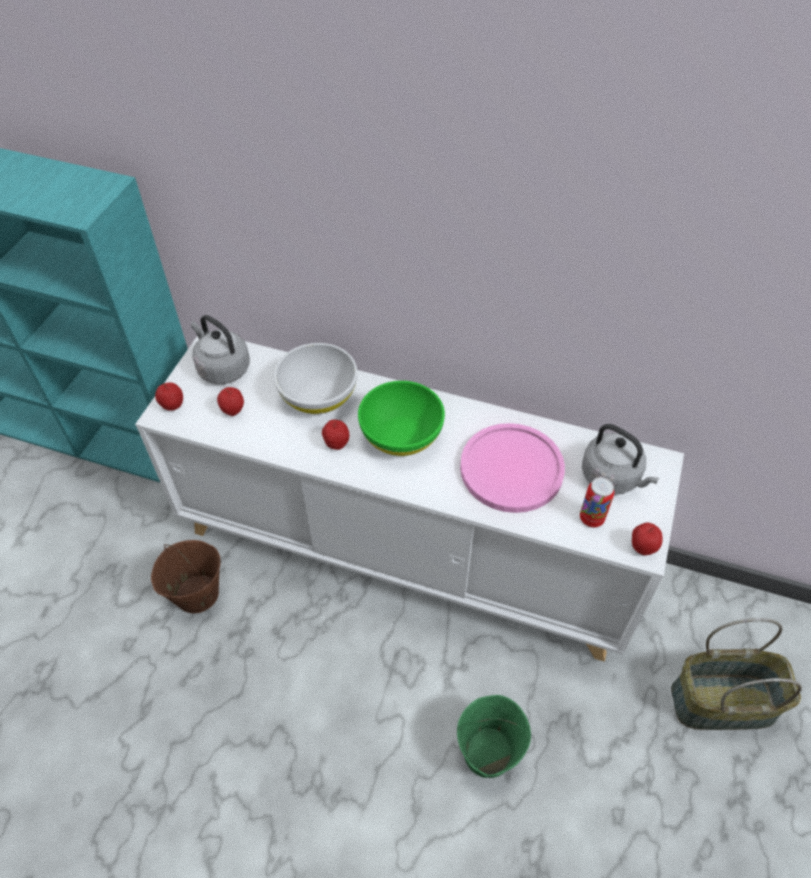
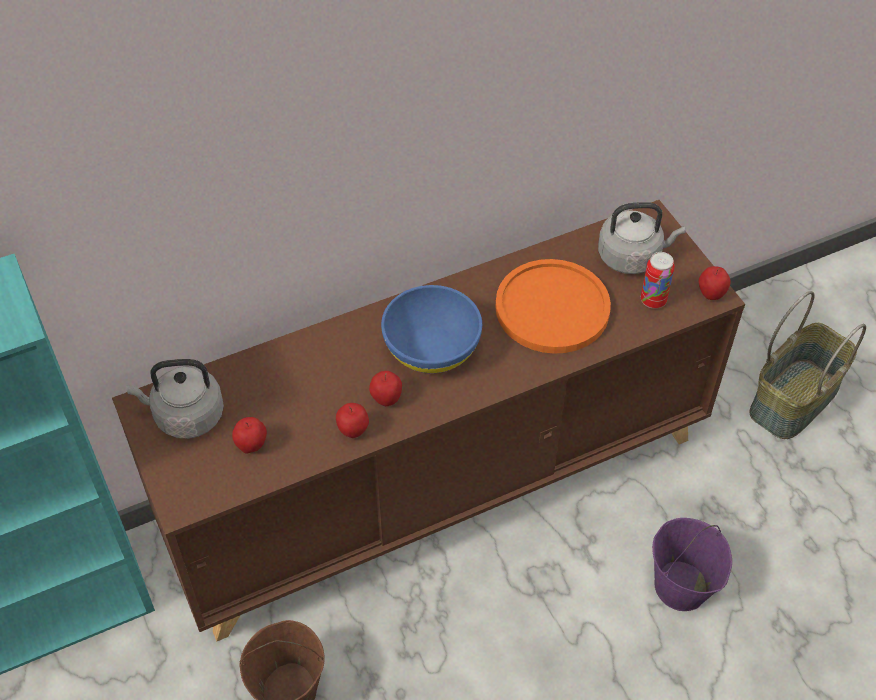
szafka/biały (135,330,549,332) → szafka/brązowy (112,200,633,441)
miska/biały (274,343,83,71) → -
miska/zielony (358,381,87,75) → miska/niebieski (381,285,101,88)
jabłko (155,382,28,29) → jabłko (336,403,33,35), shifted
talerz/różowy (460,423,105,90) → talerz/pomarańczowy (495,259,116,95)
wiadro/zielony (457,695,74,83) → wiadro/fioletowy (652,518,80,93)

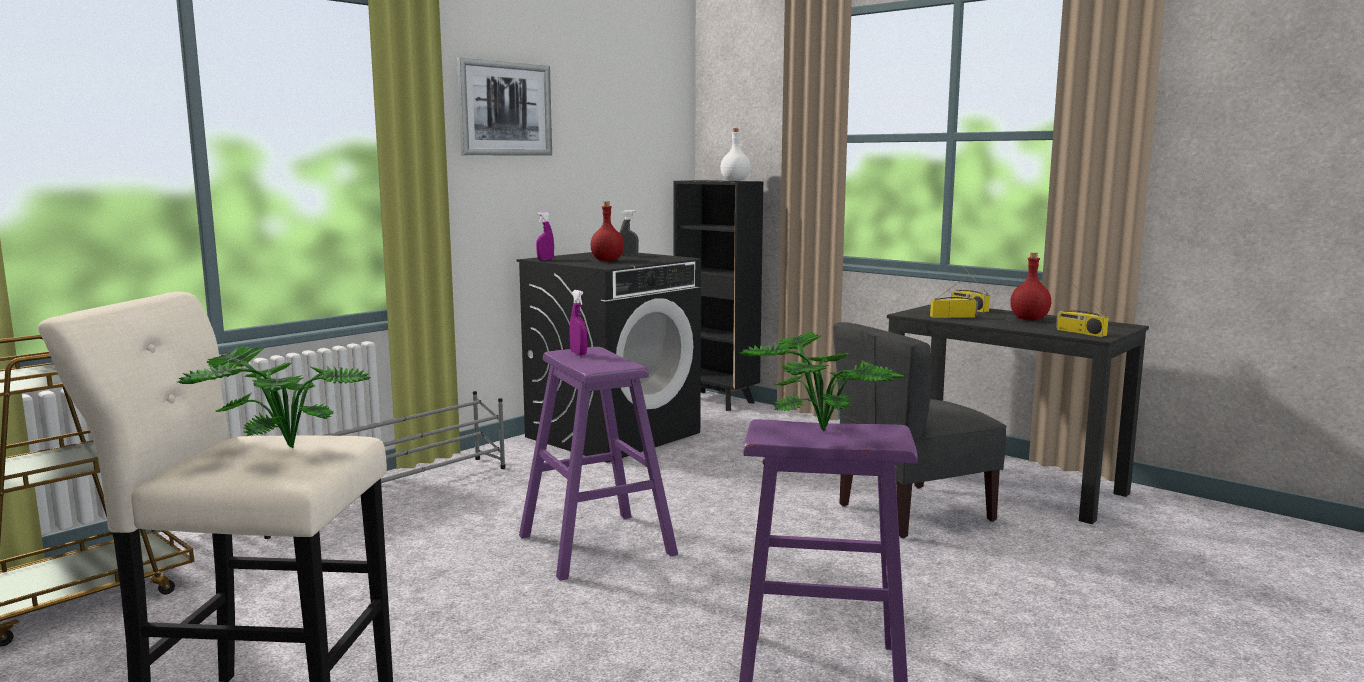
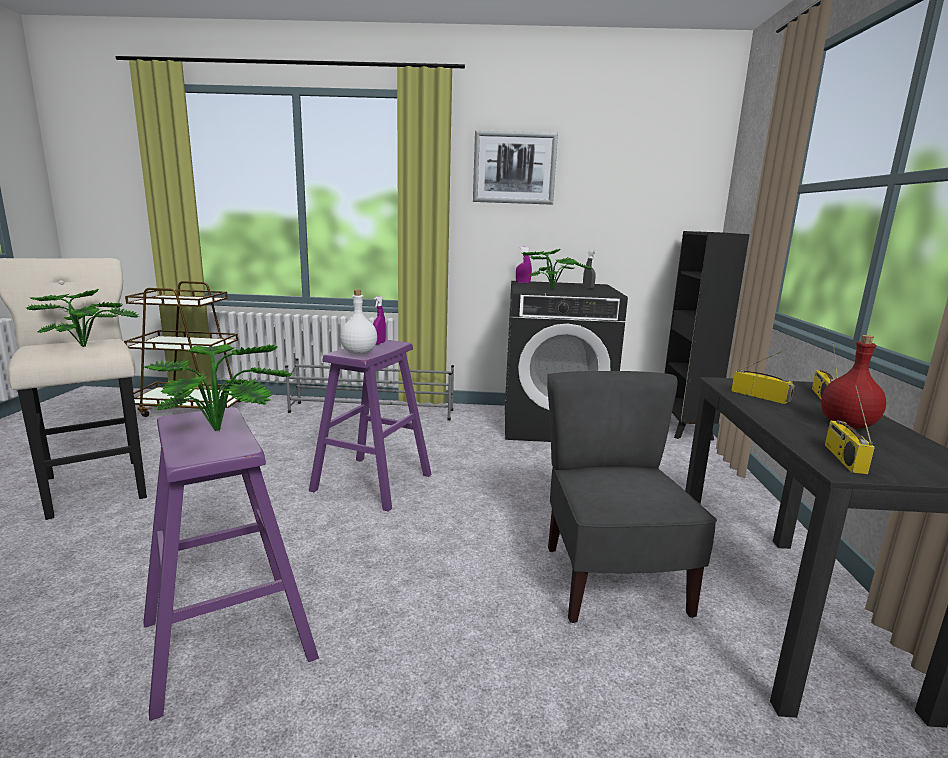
butelka/biały (720,128,31,53) → butelka/biały (340,290,37,64), shifted
butelka/czerwony (590,202,34,59) → roślina doniczkowa (522,249,70,40)
krzesło/szary (833,322,174,216) → krzesło/szary (547,371,170,252), 60 degrees clockwise

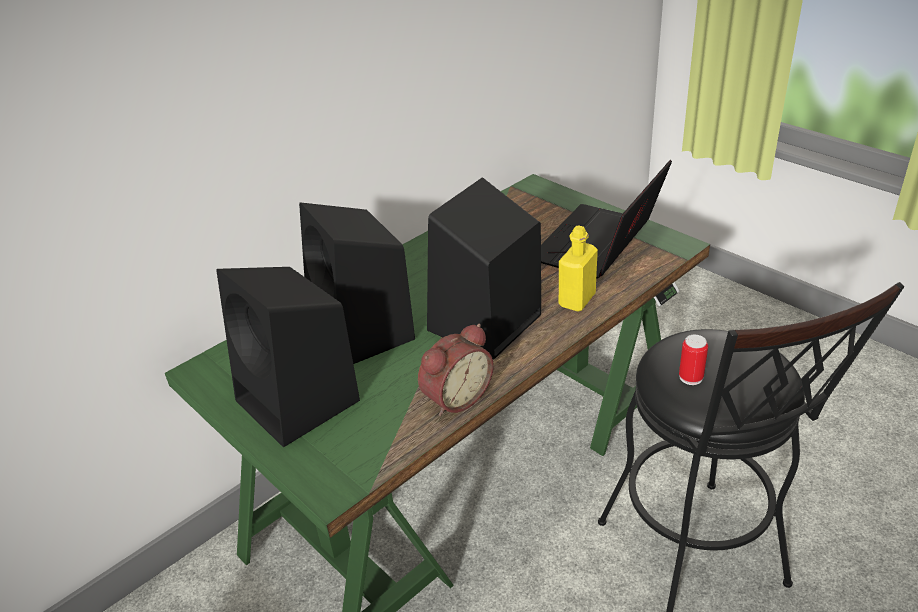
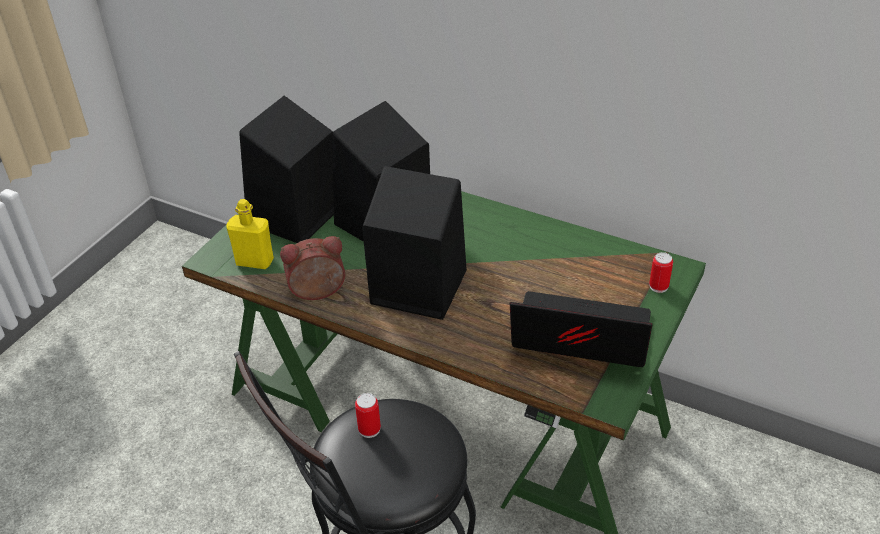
butelka/żółty (559,225,39,86) → butelka/żółty (227,199,47,70), shifted
budzik (418,324,76,92) → budzik (280,236,65,64), 135 degrees clockwise
- → puszka (649,252,24,41)

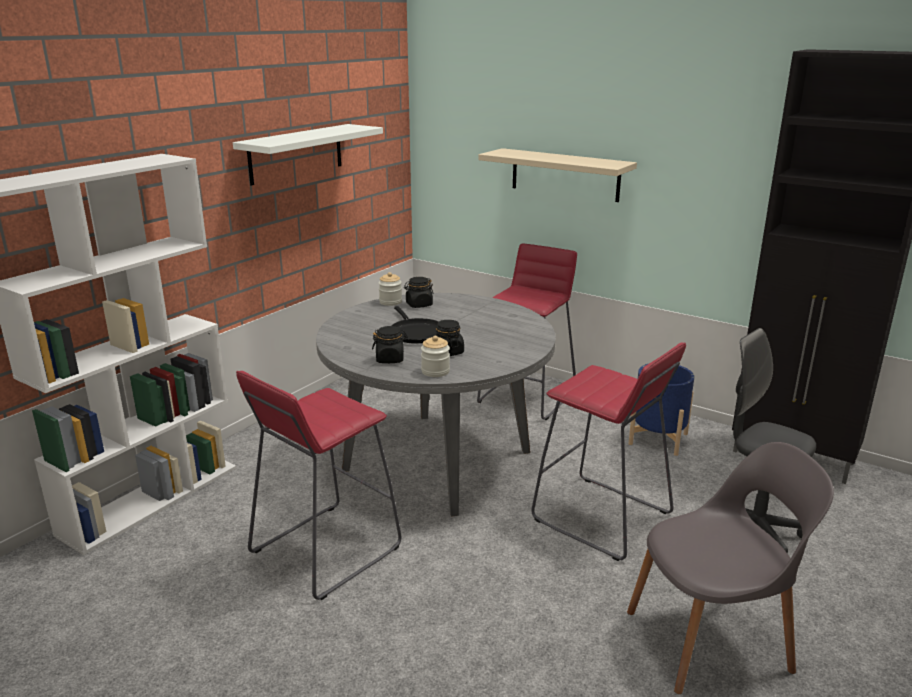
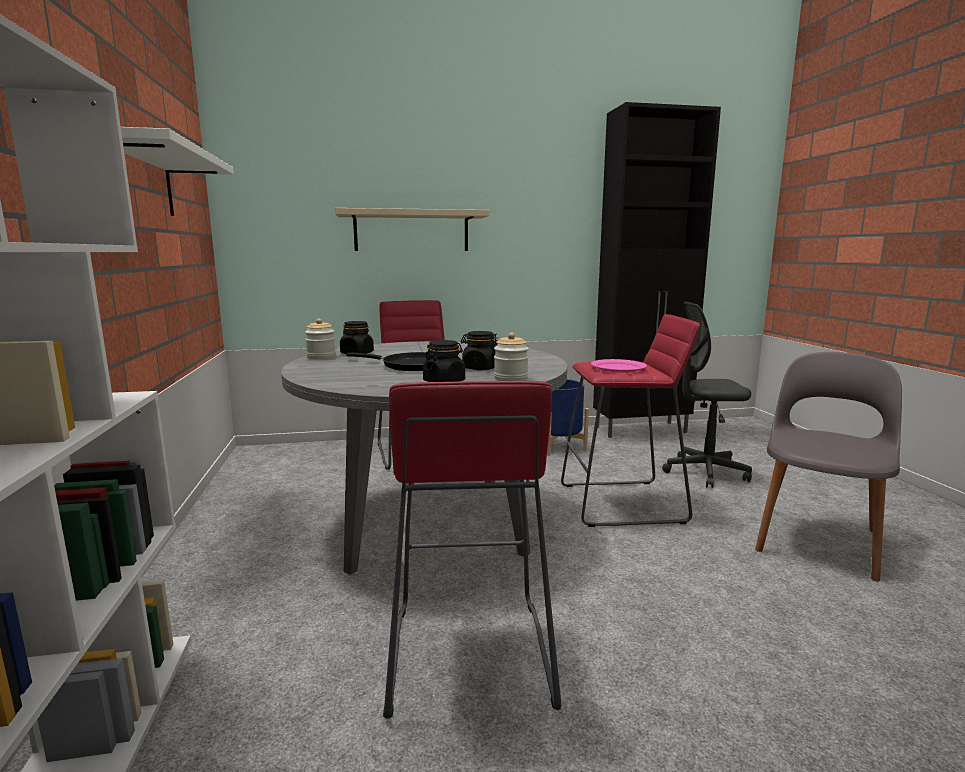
- → talerz/różowy (591,359,56,14)

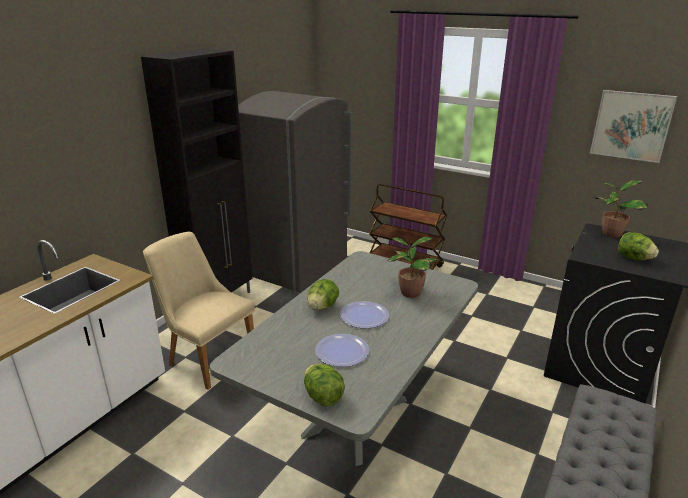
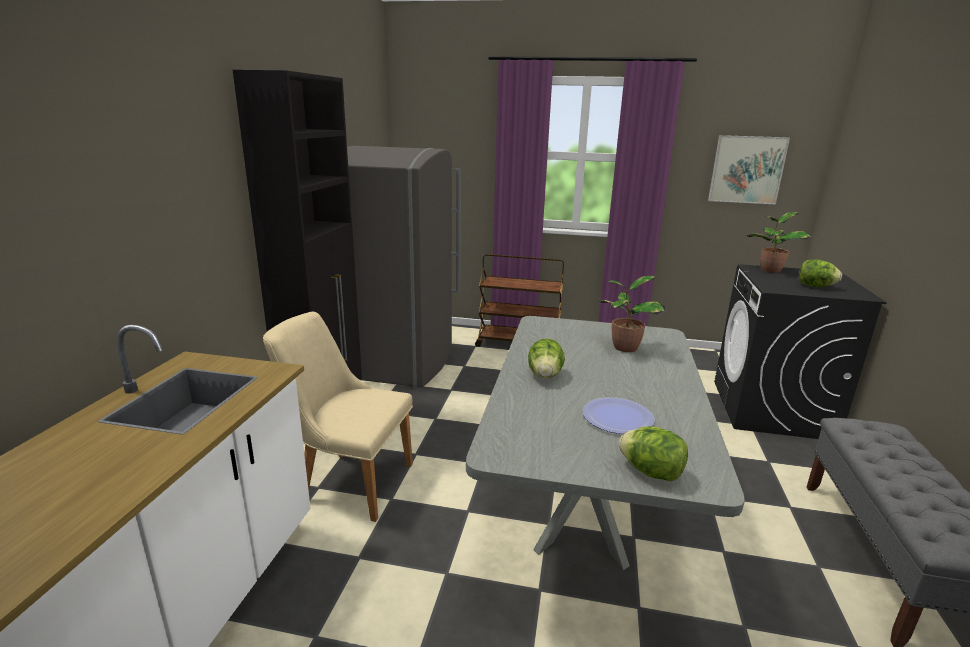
talerz (340,301,49,27) → -

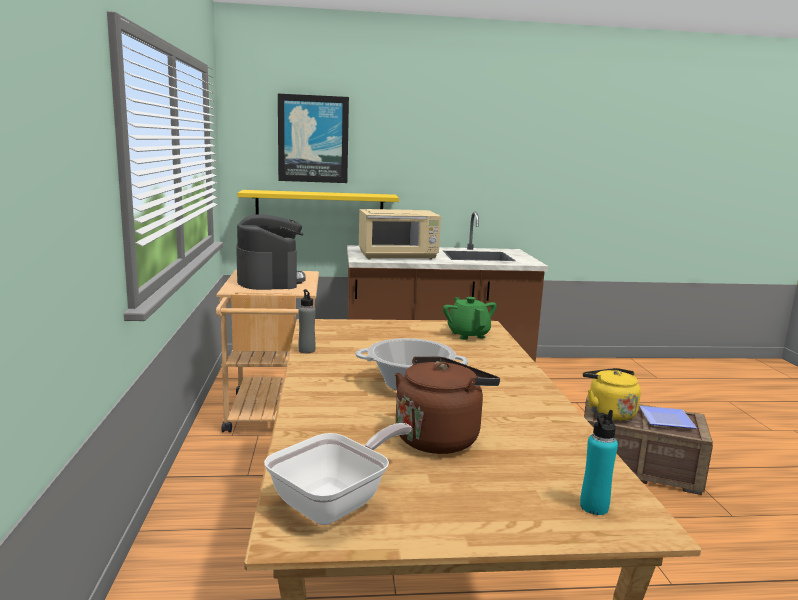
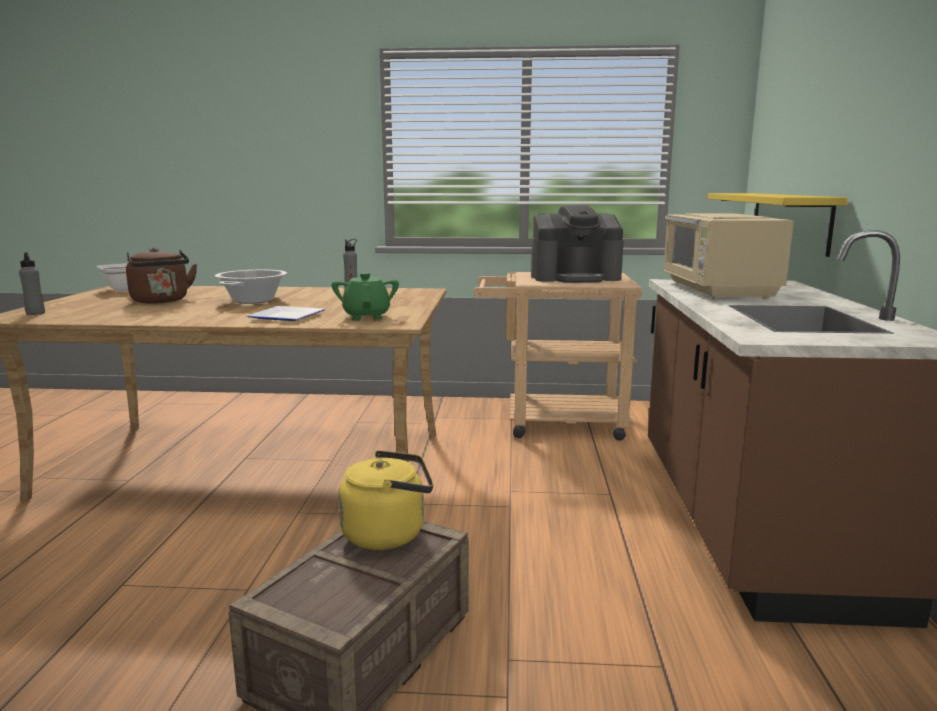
obraz (278,94,71,89) → -
imbryk/zielony (443,297,54,43) → imbryk/zielony (332,273,67,47), 90 degrees counterclockwise
talerz (639,406,58,23) → talerz (247,306,78,15), shifted
butelka/turkusowy (580,410,38,105) → butelka/szary (19,252,26,63)

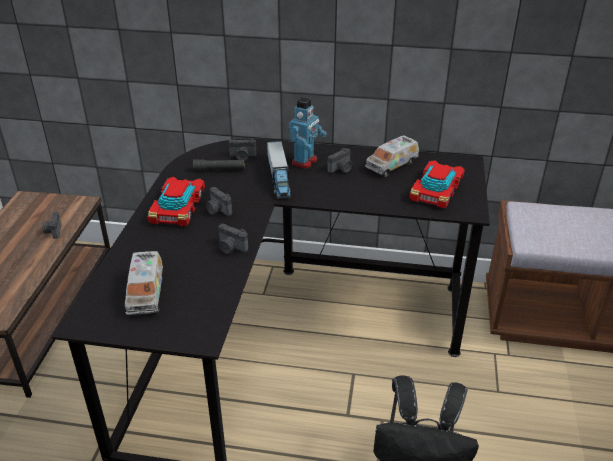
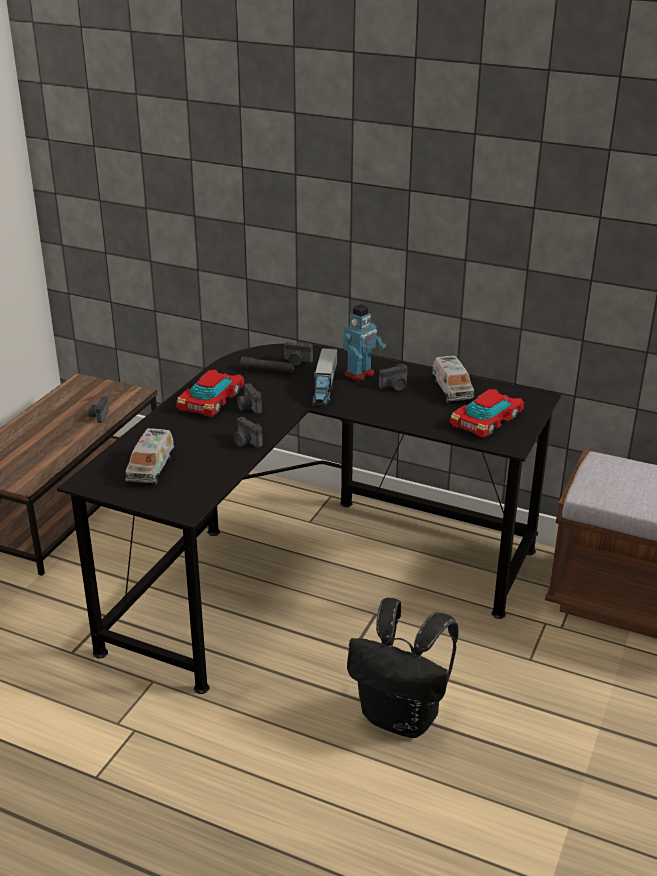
ciężarówka zabawkowa (365,135,54,42) → ciężarówka zabawkowa (432,356,42,47), 75 degrees counterclockwise

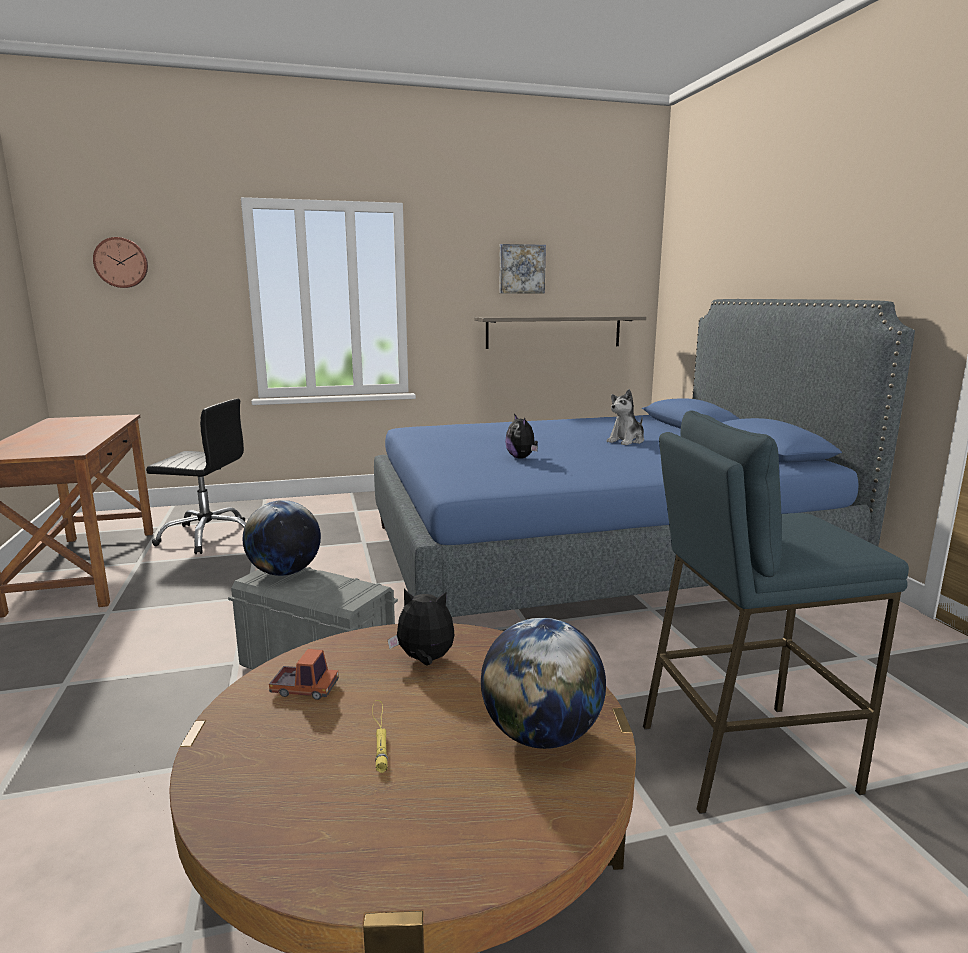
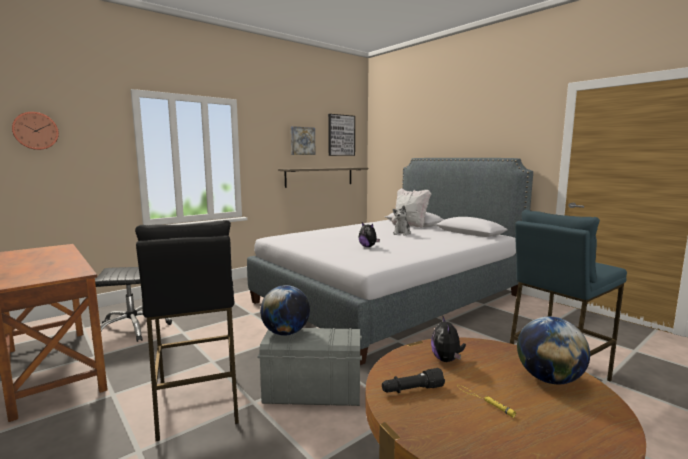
łóżko/niebieski (374,299,541,318) → łóżko/szary (247,158,286,207)
pluszak (388,589,66,76) → pluszak (431,315,35,47), 75 degrees counterclockwise
ciężarówka zabawkowa (269,649,70,51) → latarka/czarny (382,368,63,25)
- → obraz (328,114,27,42)
- → poduszka/biały (391,188,40,40)
- → stołek/czarny (135,220,104,221)

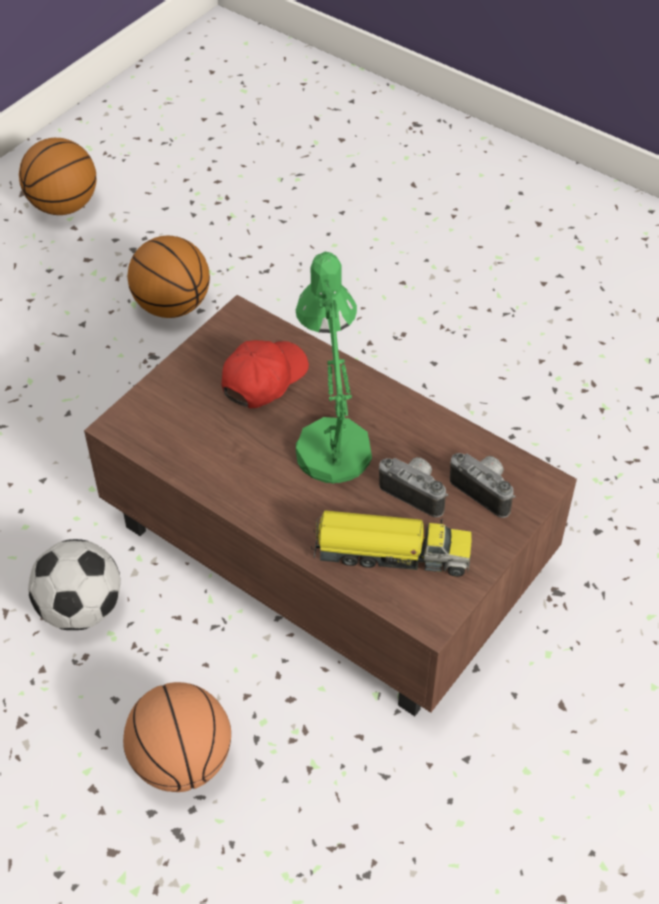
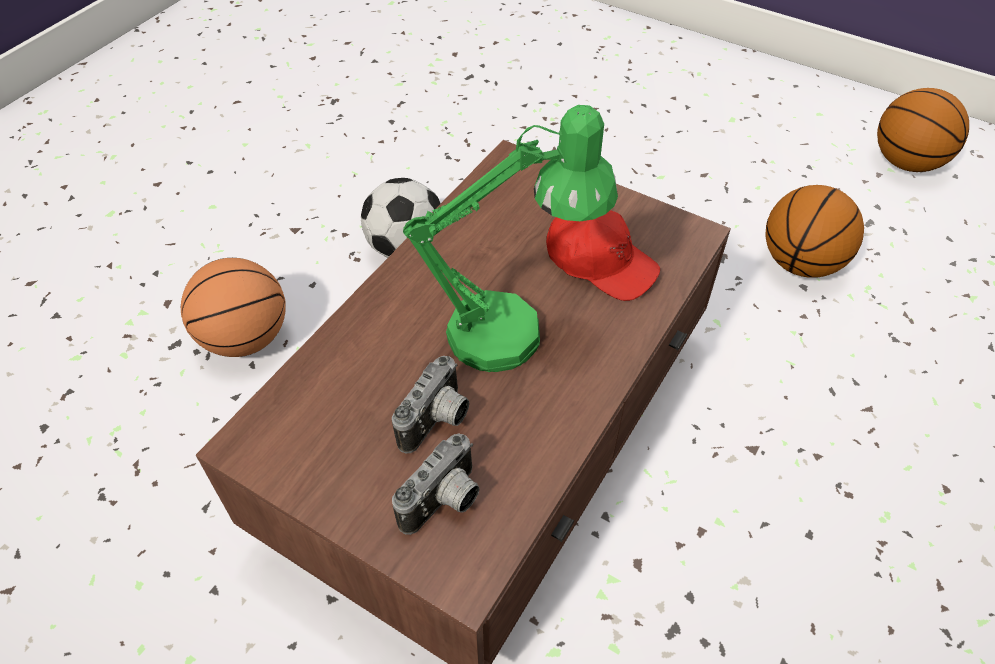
ciężarówka zabawkowa (311,510,161,67) → -

